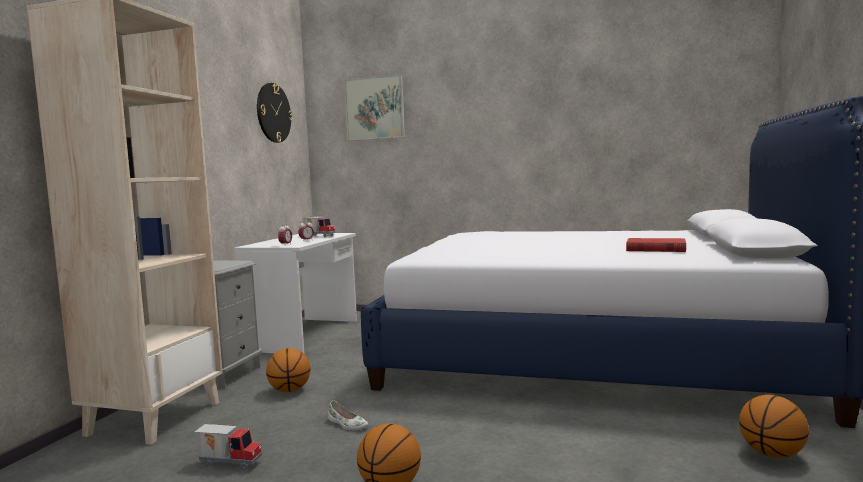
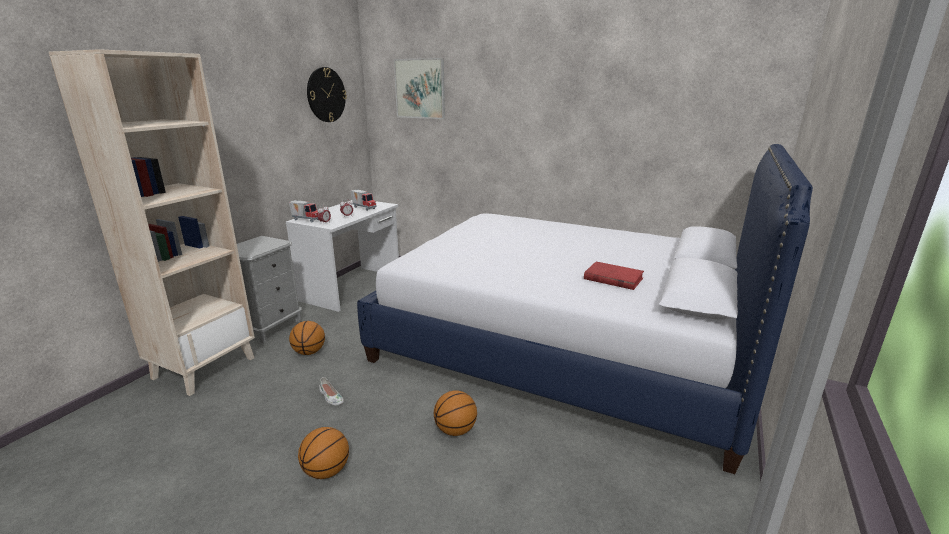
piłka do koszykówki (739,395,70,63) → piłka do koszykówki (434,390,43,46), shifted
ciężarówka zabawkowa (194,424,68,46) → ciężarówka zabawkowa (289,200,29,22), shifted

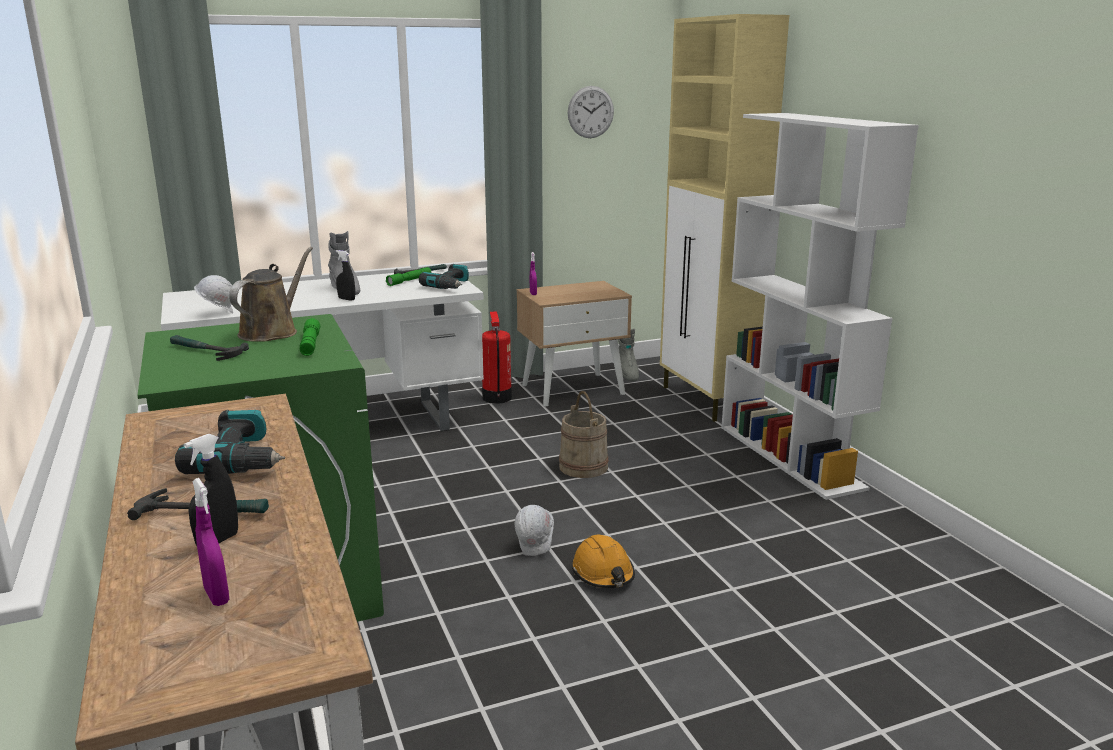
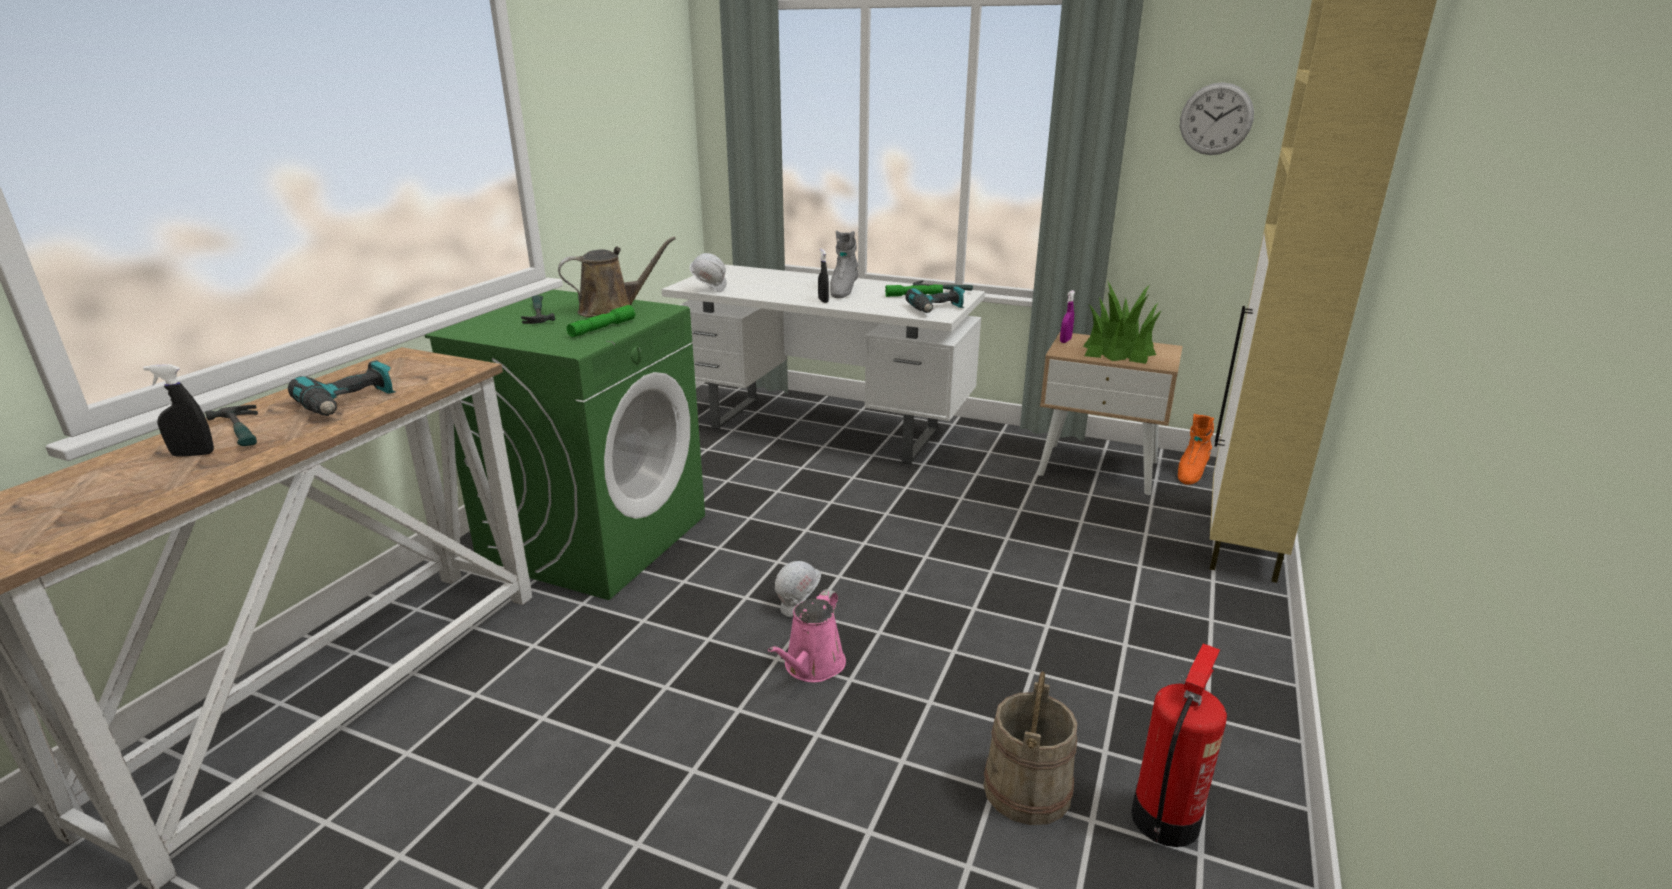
regał/biały (721,113,198,387) → -
gaśnica (482,311,30,93) → gaśnica (1131,644,96,203), shifted
but z cholewką/szary (618,329,21,53) → but z cholewką/pomarańczowy (1178,414,36,71)
wiadro/beżowy (559,391,50,87) → wiadro/beżowy (983,672,94,153), shifted
spryskiwacz/fioletowy (192,478,37,128) → -
kask/pomarańczowy (572,534,63,54) → konewka/różowy (768,589,78,93)
- → roślina doniczkowa (1083,282,79,82)

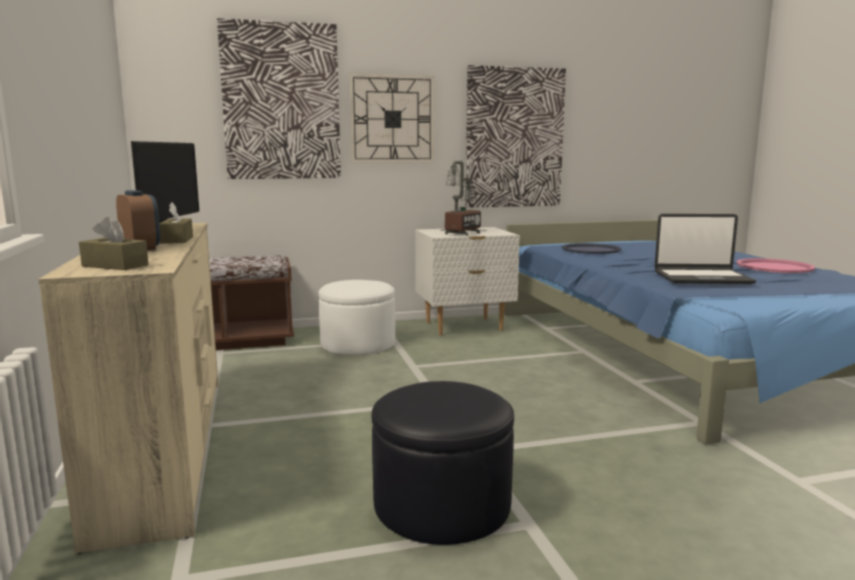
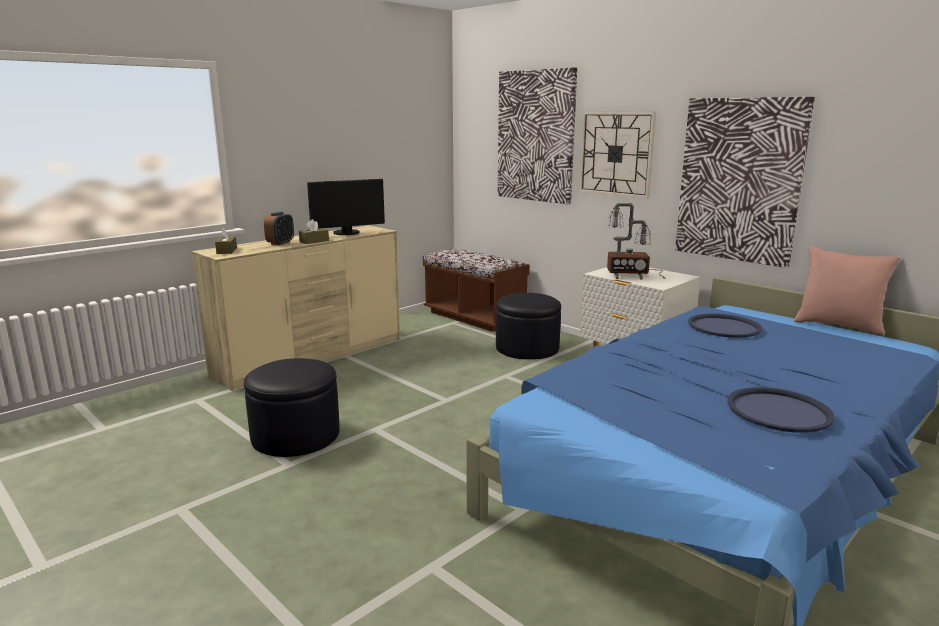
laptop (654,214,102,70) → -
taca/różowy (737,258,78,15) → taca/niebieski (727,387,108,46)
pufa/biały (319,280,76,75) → pufa/czarny (496,293,65,66)
- → poduszka/różowy (794,246,106,90)

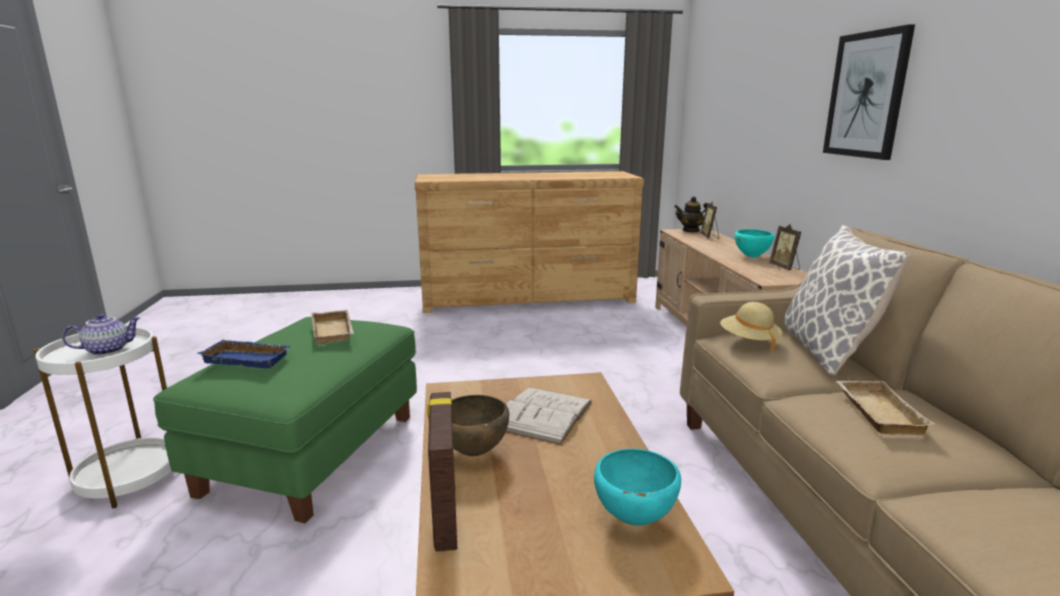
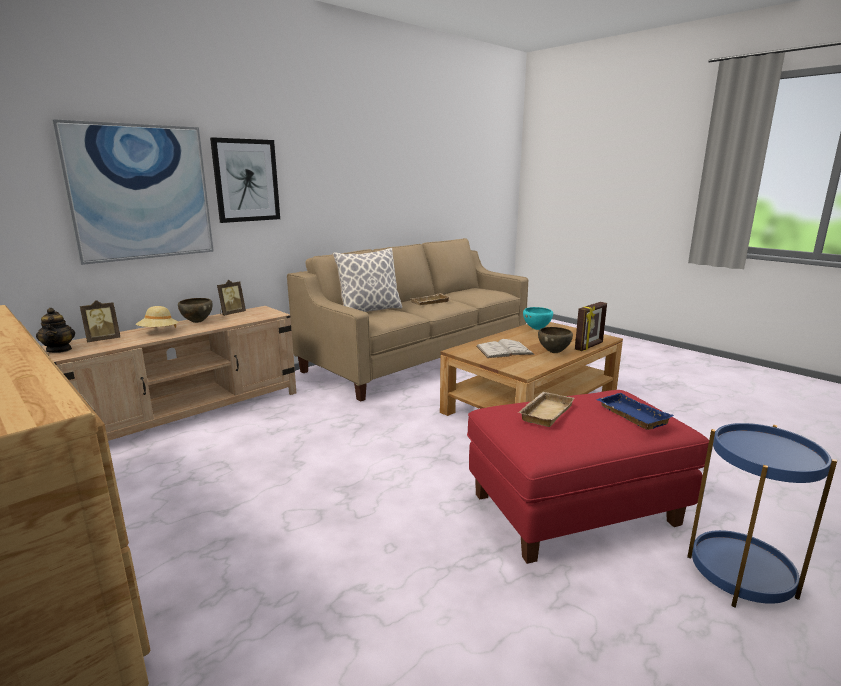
miska/turkusowy (735,229,39,29) → miska/brązowy (178,298,35,25)
kapelusz/beżowy (720,302,63,49) → kapelusz/beżowy (136,306,42,22), shifted
imbryk (62,313,79,42) → -
pufa/zielony (153,317,264,206) → pufa/czerwony (467,390,242,174)
stolik/biały (34,327,137,181) → stolik/niebieski (687,423,150,185)
- → obraz (51,119,163,146)

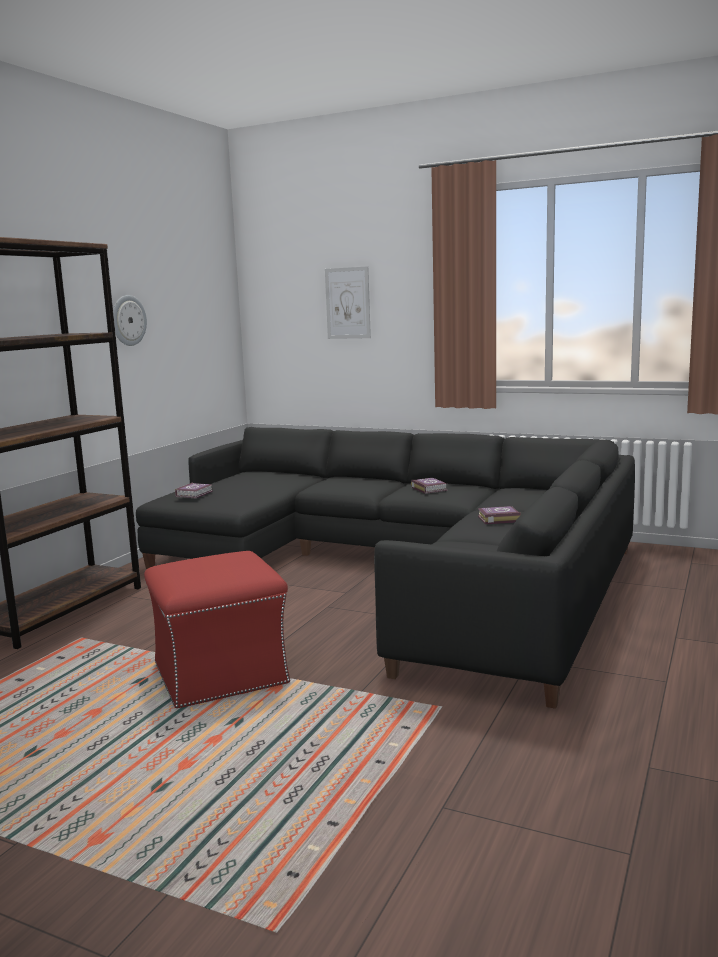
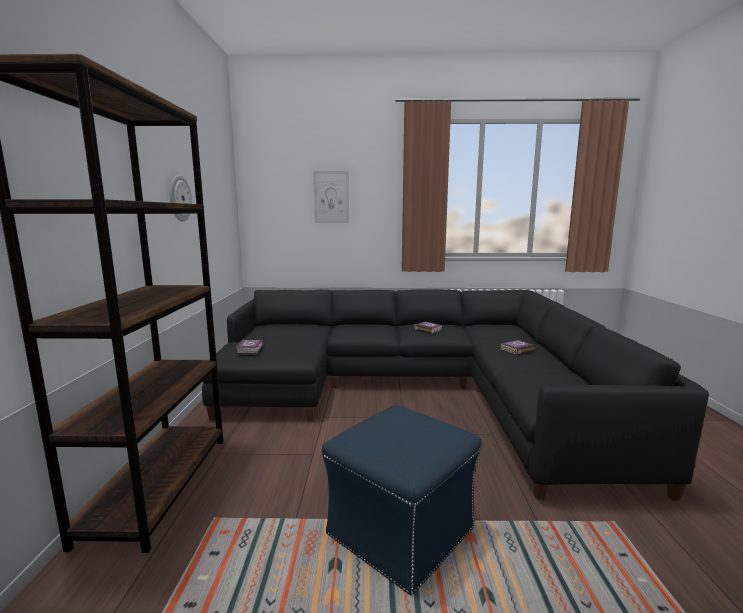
pufa/czerwony (144,551,146,157) → pufa/niebieski (322,405,160,190)

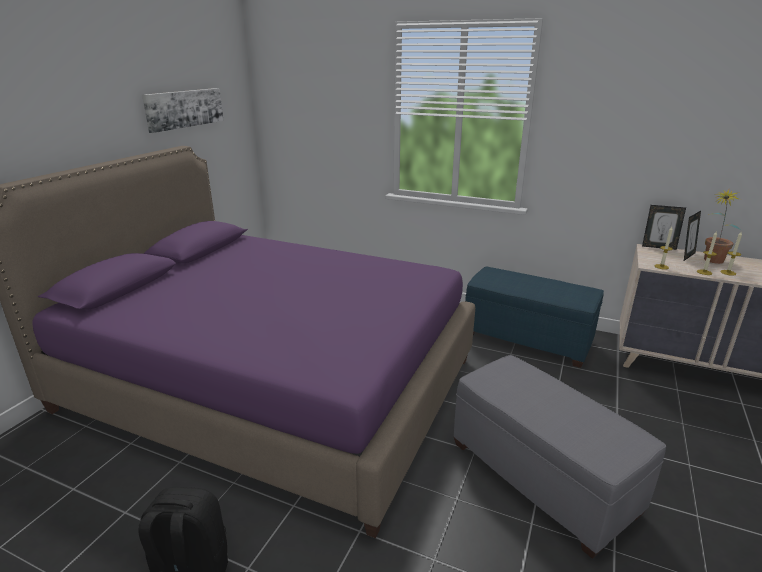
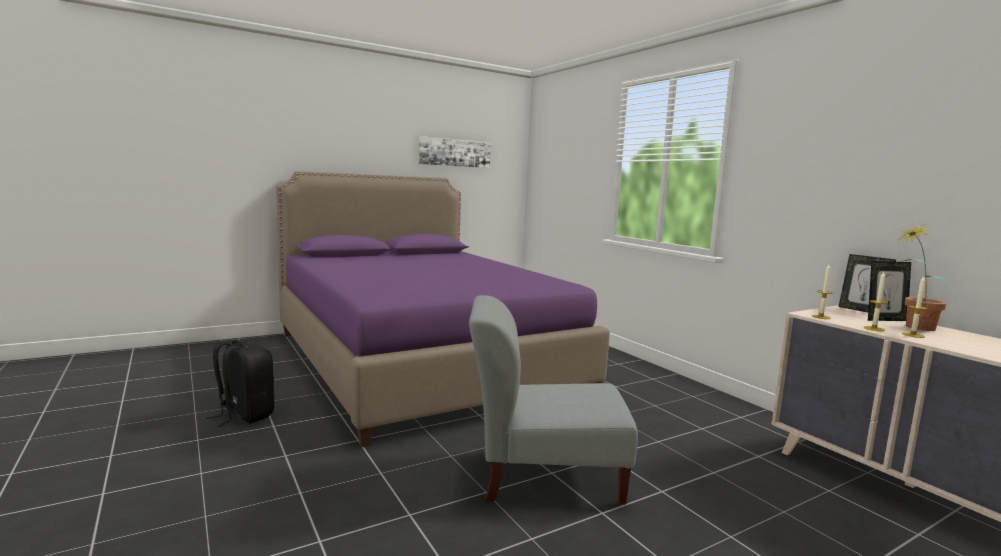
pufa/niebieski (465,267,139,101) → -
pufa/szary (454,355,212,204) → krzesło/szary (469,295,169,210)

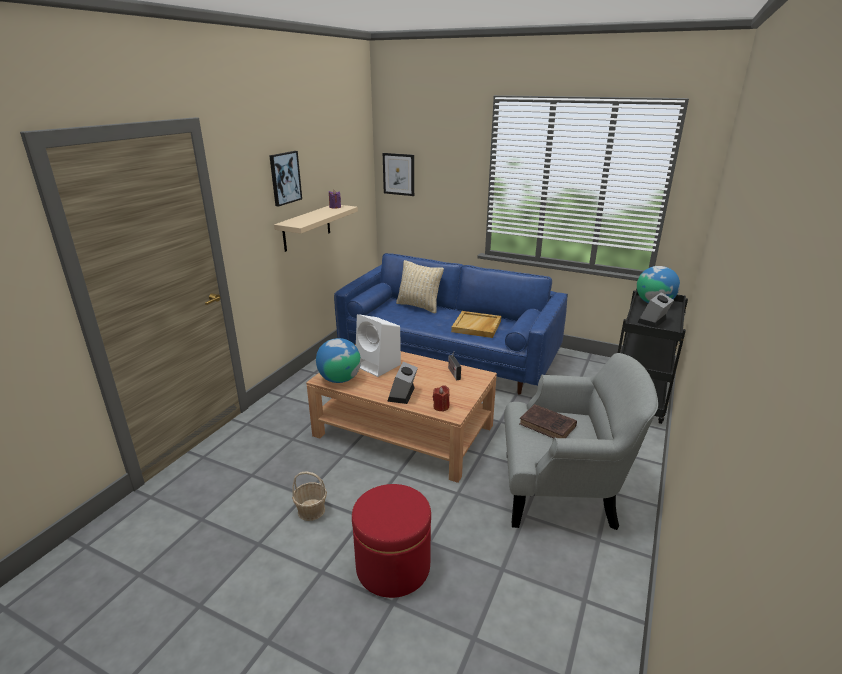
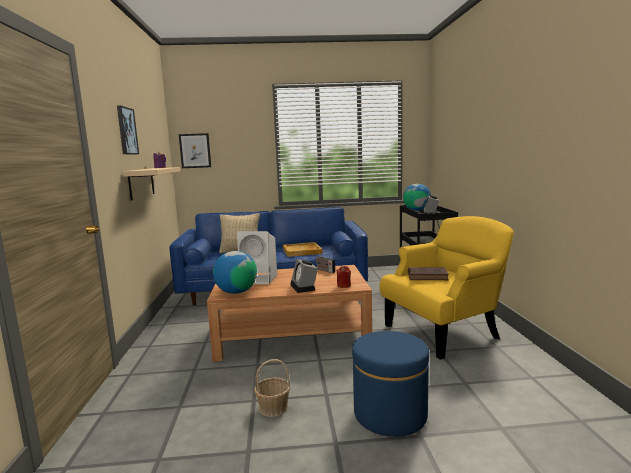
fotel/szary (504,353,154,177) → fotel/żółty (380,216,134,144)
pufa/czerwony (352,484,79,114) → pufa/niebieski (352,331,77,106)

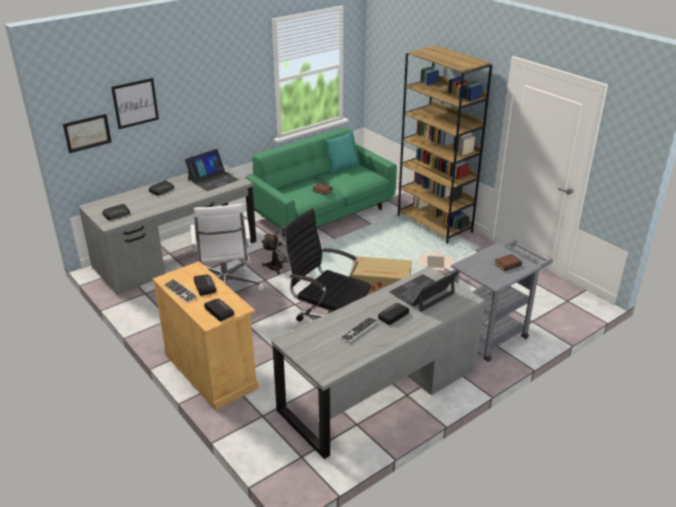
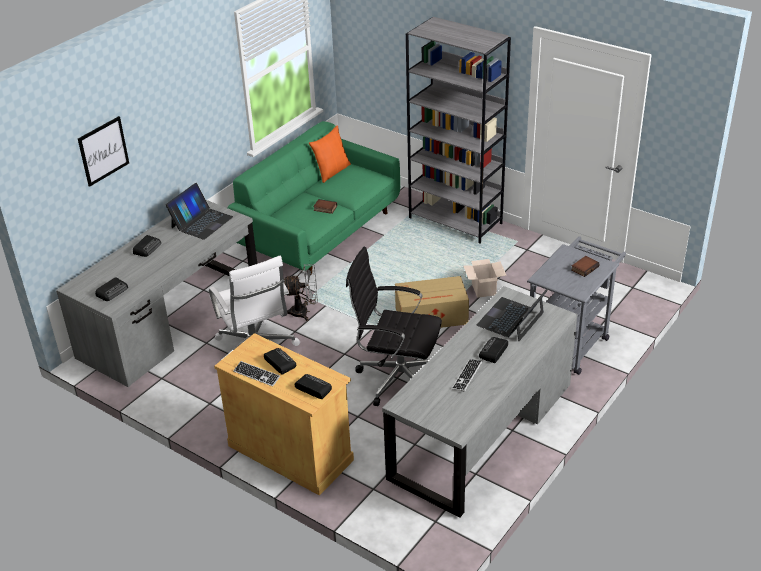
regał/brązowy (398,46,94,198) → regał/szary (406,17,105,227)
obraz (63,114,48,39) → -
poduszka/turkusowy (324,131,36,43) → poduszka/pomarańczowy (309,125,42,58)

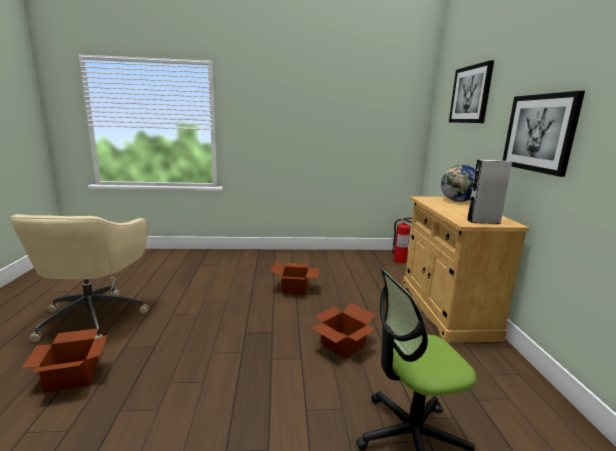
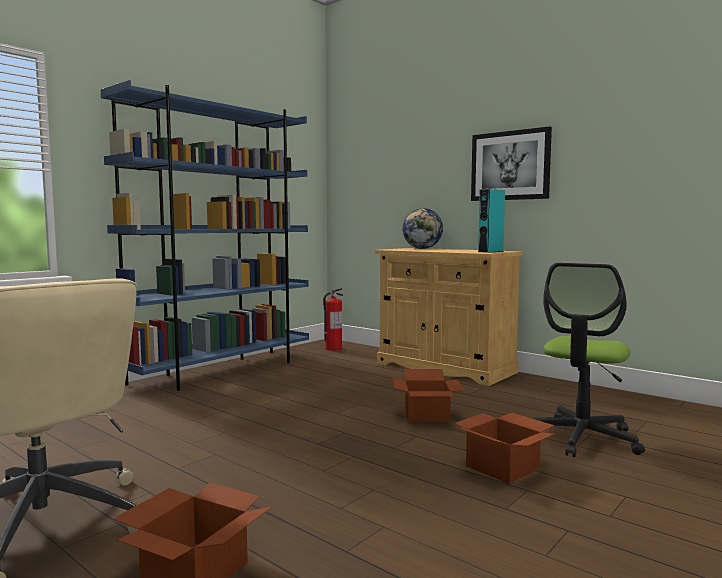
obraz (449,60,45,63) → -
głośnik/szary (467,160,45,64) → głośnik/turkusowy (478,189,27,64)
karton (271,262,49,33) → karton (454,413,102,71), shifted
- → regał/niebieski (101,80,208,311)

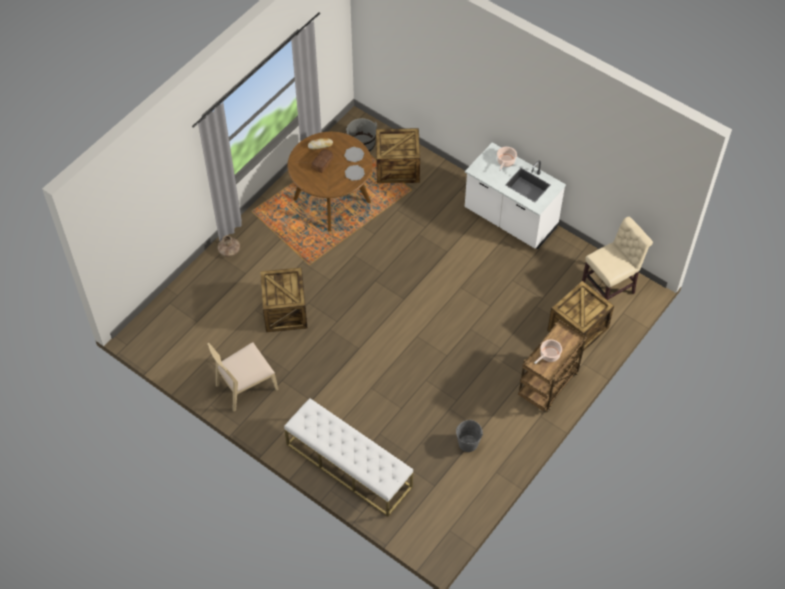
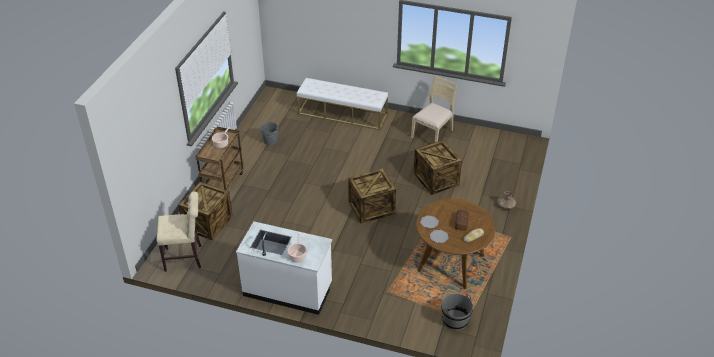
skrzynka (376,128,44,55) → skrzynka (348,168,48,56), shifted
krzesło/beżowy (582,217,71,83) → krzesło/beżowy (157,191,44,81), 135 degrees counterclockwise

